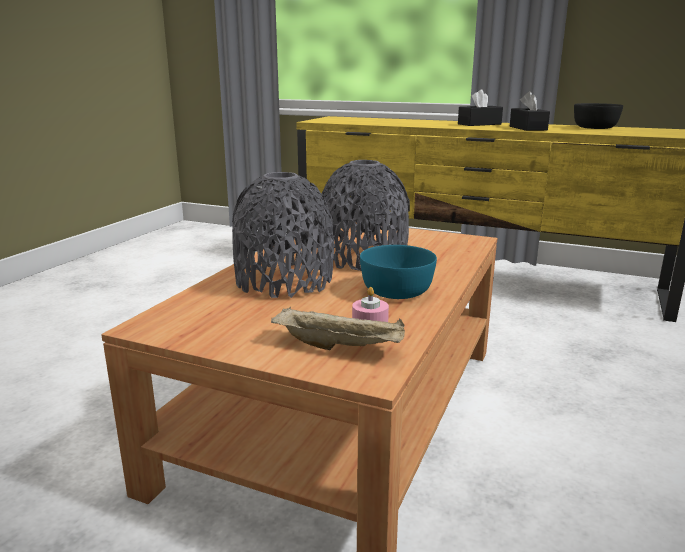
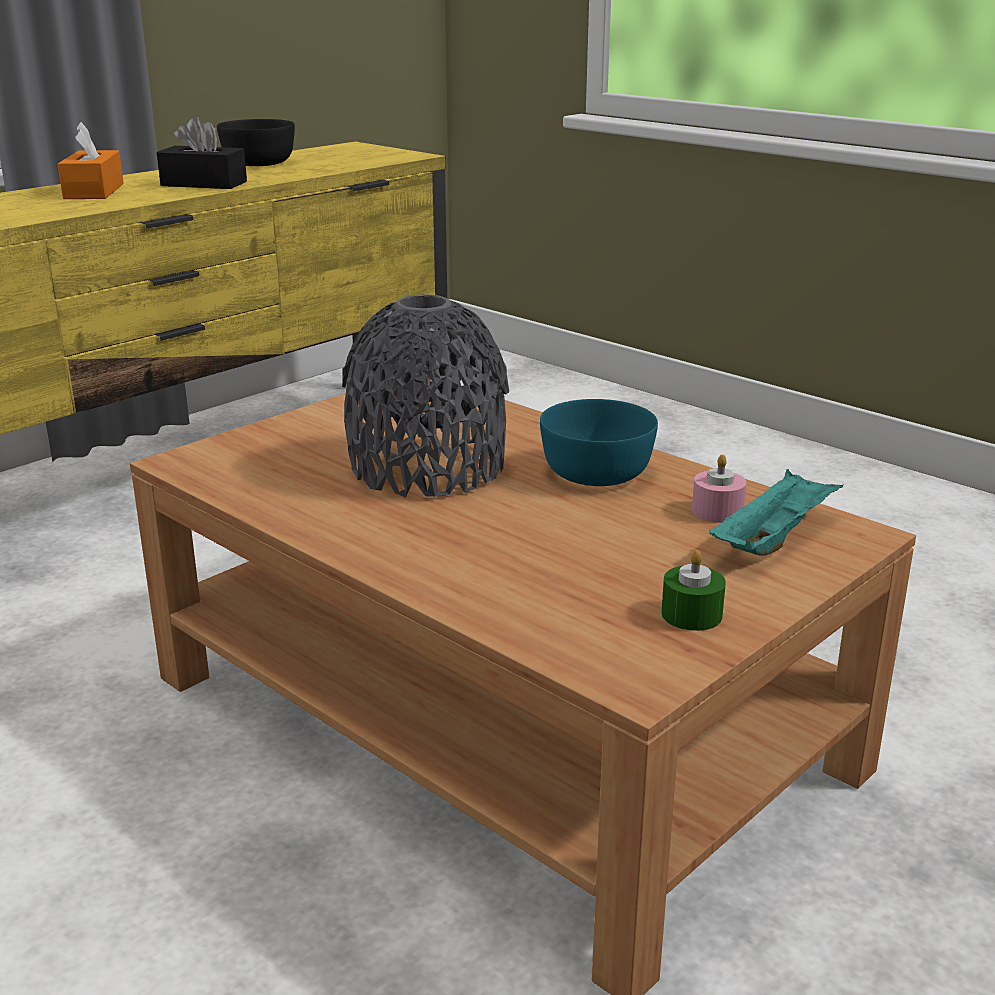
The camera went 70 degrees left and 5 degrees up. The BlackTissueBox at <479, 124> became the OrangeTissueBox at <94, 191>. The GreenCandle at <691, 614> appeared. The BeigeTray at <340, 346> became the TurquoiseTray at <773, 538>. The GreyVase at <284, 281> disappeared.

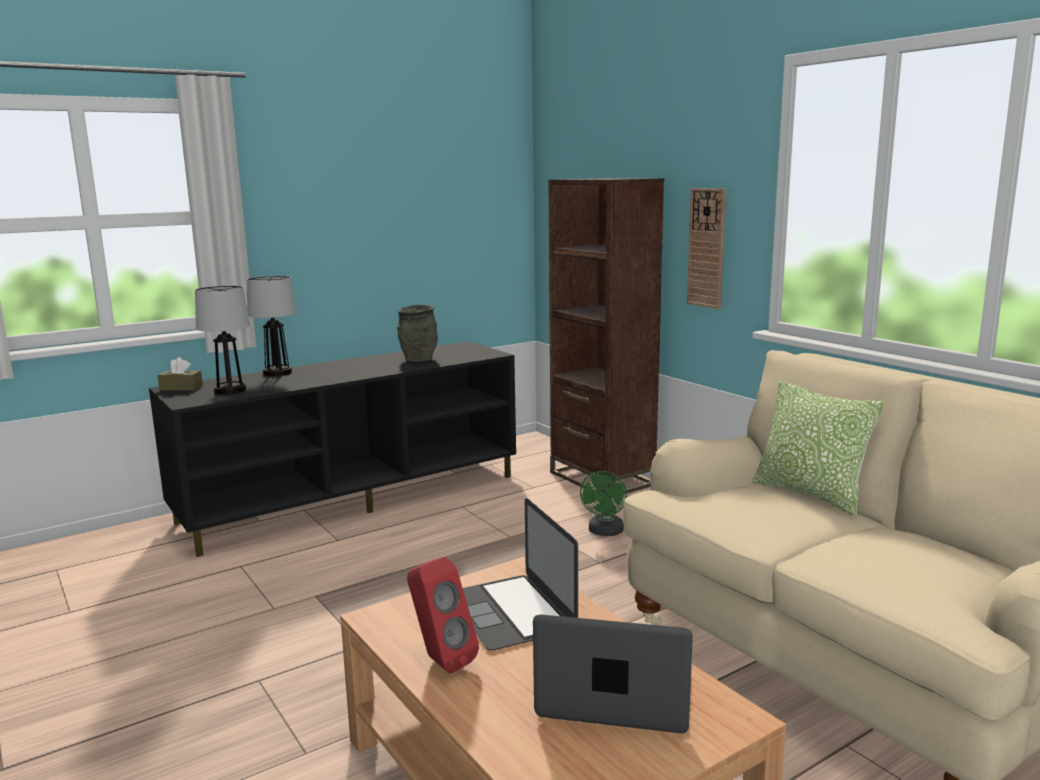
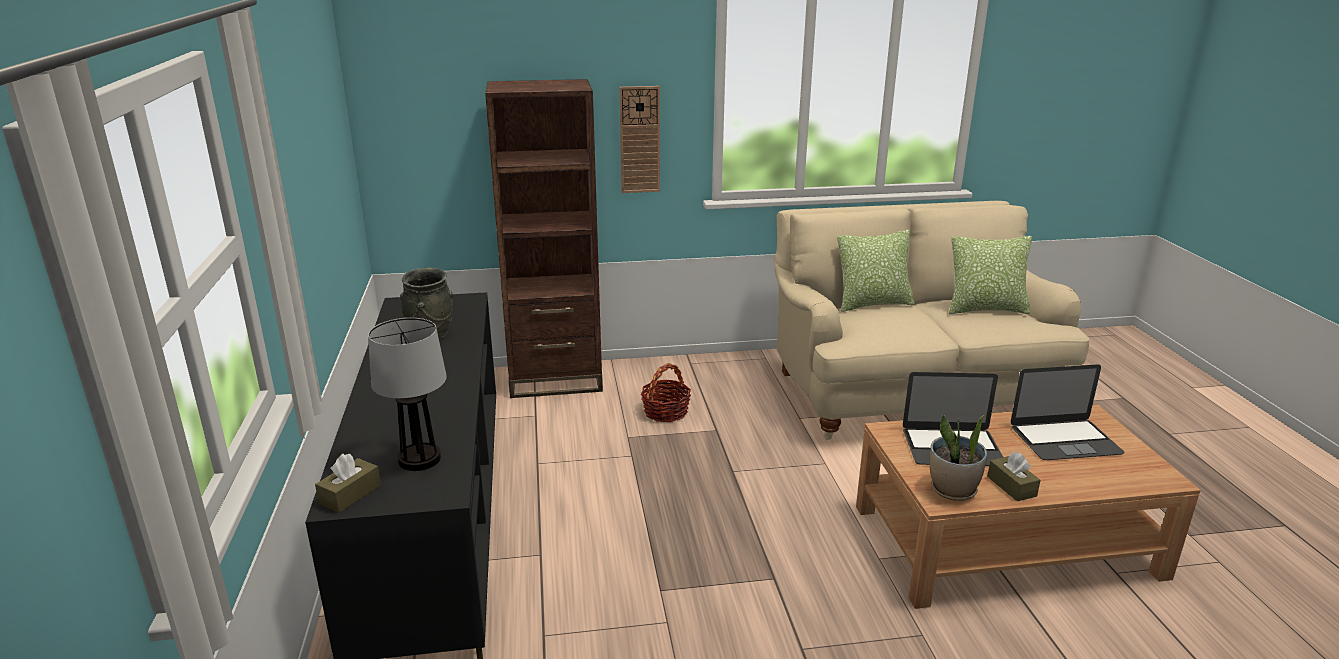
The camera went 65 degrees left and 10 degrees up. The GreenFan at <605, 532> was replaced by the Basket at <665, 412>. The PottedPlant at <952, 490> appeared. The Pillow at <985, 309> appeared. The RedSpeaker at <440, 660> was replaced by the BrownTissueBox at <1011, 486>. The Laptop at <615, 695> turned 135 degrees counterclockwise. The TableLamp at <277, 372> disappeared.

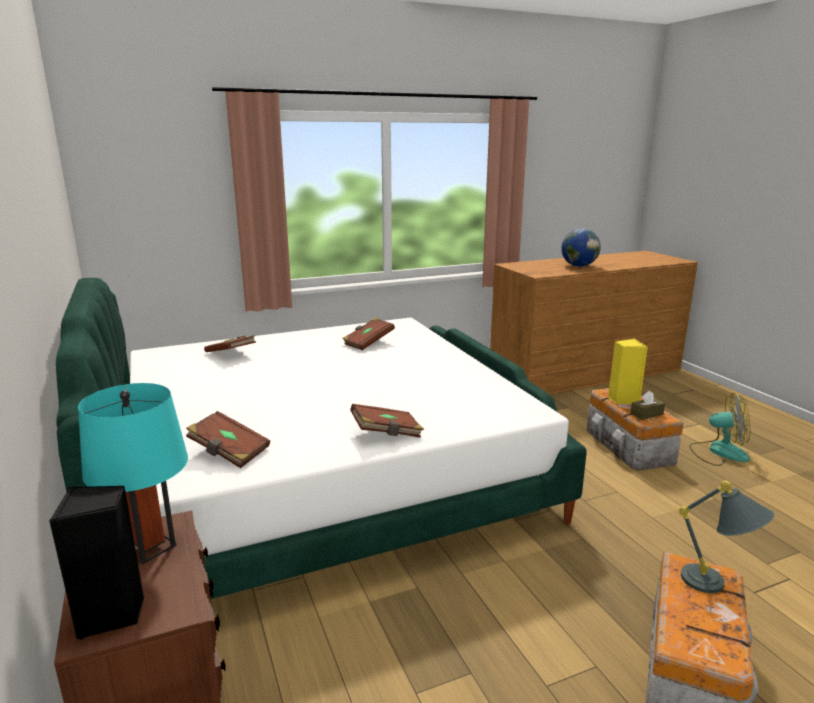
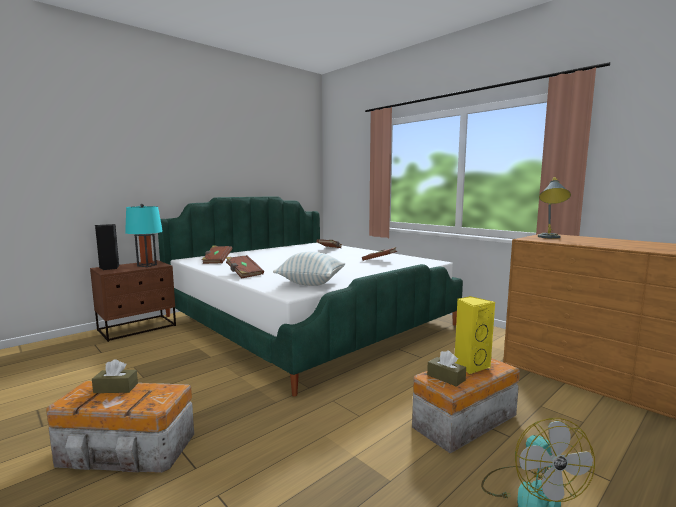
The camera went 70 degrees right and 10 degrees down. The BrownTissueBox at <116, 388> appeared. The Pillow at <311, 283> appeared. The GreyTableLamp moved from <717, 586> to <549, 238>. The Globe at <579, 266> disappeared.

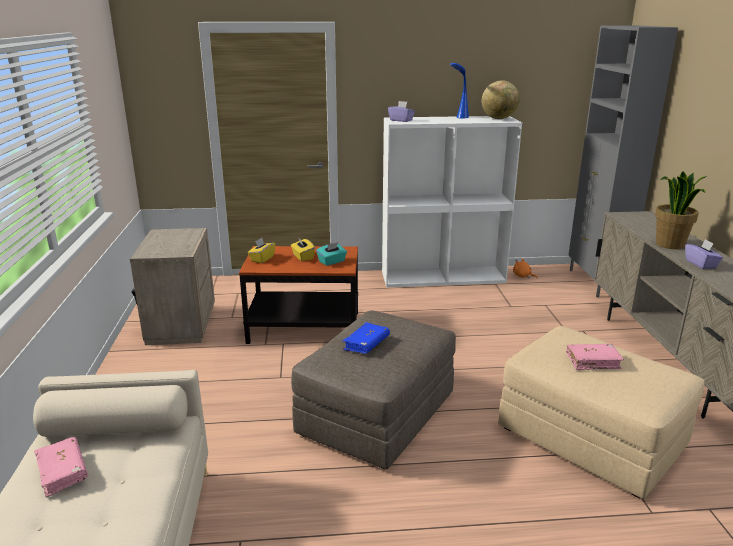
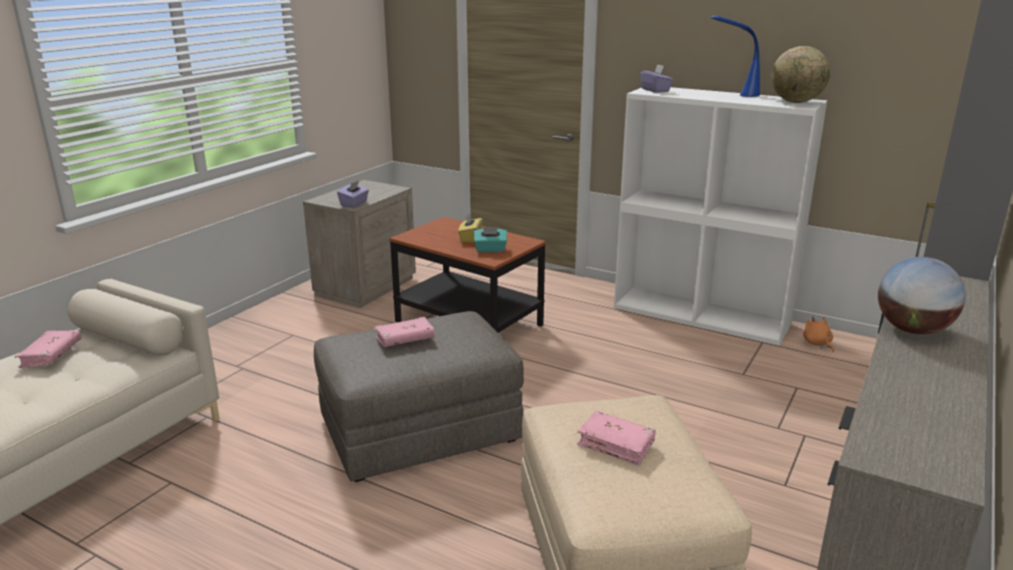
The camera went 35 degrees right and 0 degrees up. The PurpleTissueBox moved from <701, 264> to <354, 204>. The BlueBook at <366, 344> became the PinkBook at <405, 340>. The PottedPlant at <670, 244> was replaced by the Globe at <912, 330>. The YellowTissueBox at <262, 259> disappeared.

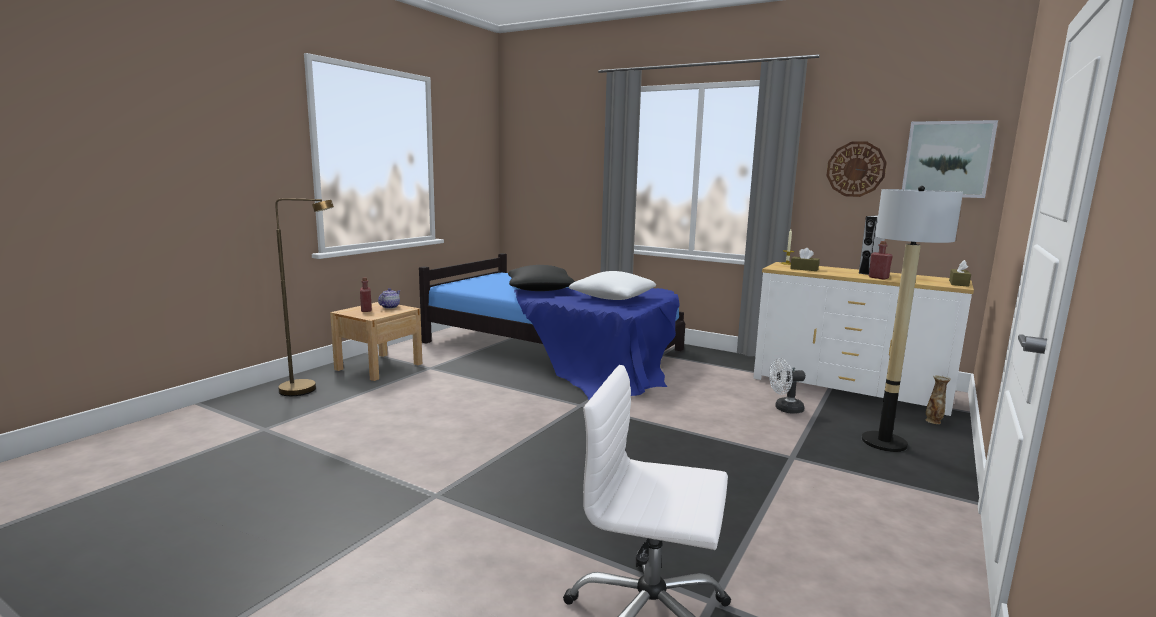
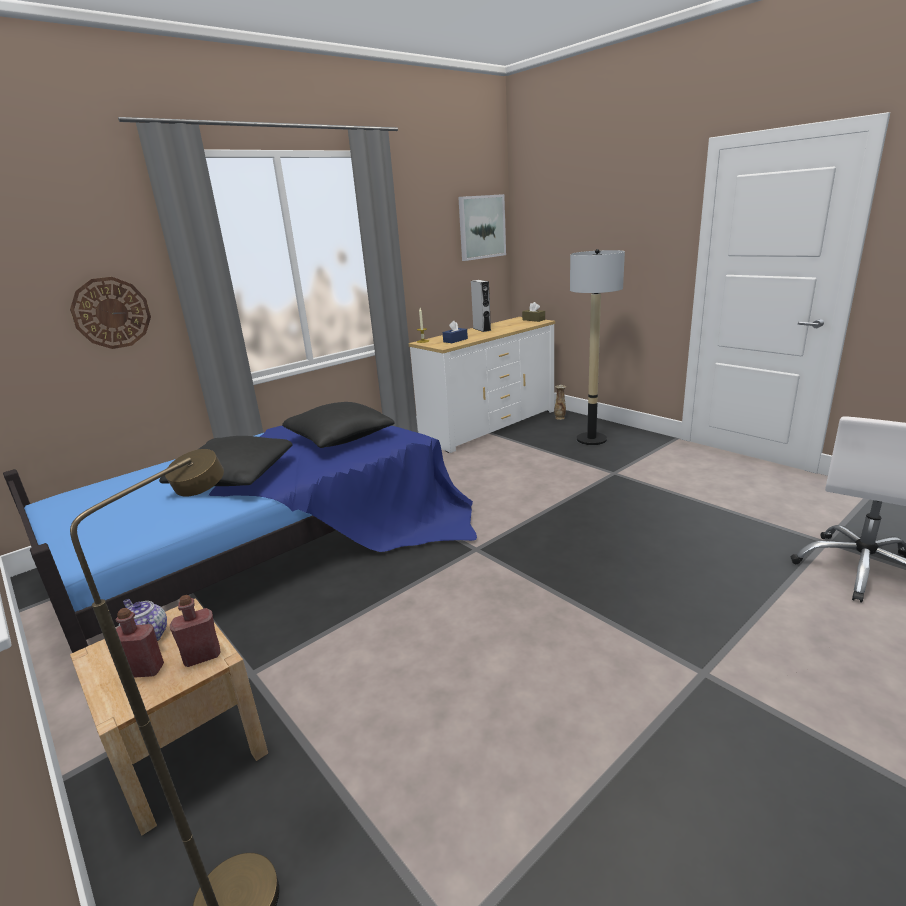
The camera went 70 degrees left and 10 degrees up. The WallClock moved from <855, 169> to <111, 313>. The RedBottle moved from <878, 278> to <202, 656>. The WhitePillow at <613, 298> became the BlackPillow at <339, 438>. The BrownTissueBox at <804, 269> became the BlueTissueBox at <455, 340>. The WhiteFan at <784, 409> disappeared.

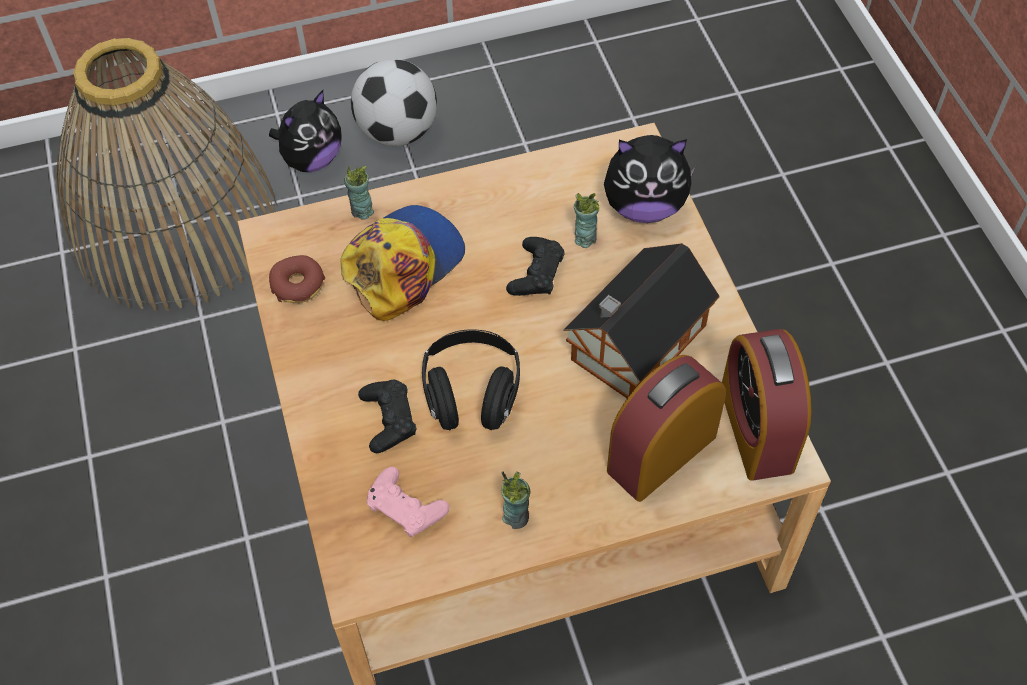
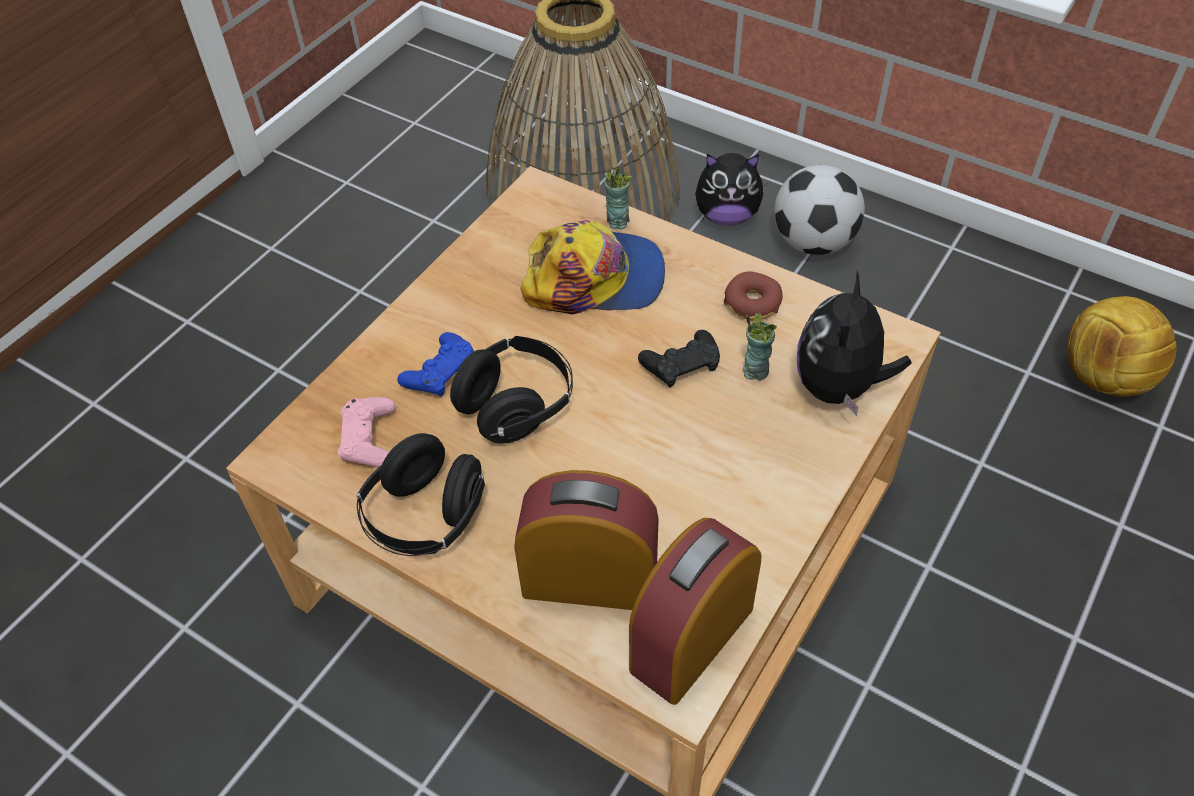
The camera went 50 degrees right and 5 degrees down. The Cup at <516, 516> was replaced by the BlackHeadphones at <426, 517>. The BlackGameController at <388, 419> became the BlueGameController at <440, 371>. The Donut moved from <298, 285> to <752, 303>. The PlushToy at <644, 206> turned 60 degrees clockwise. The Football at <1103, 376> appeared. The ToyHouse at <634, 345> disappeared.

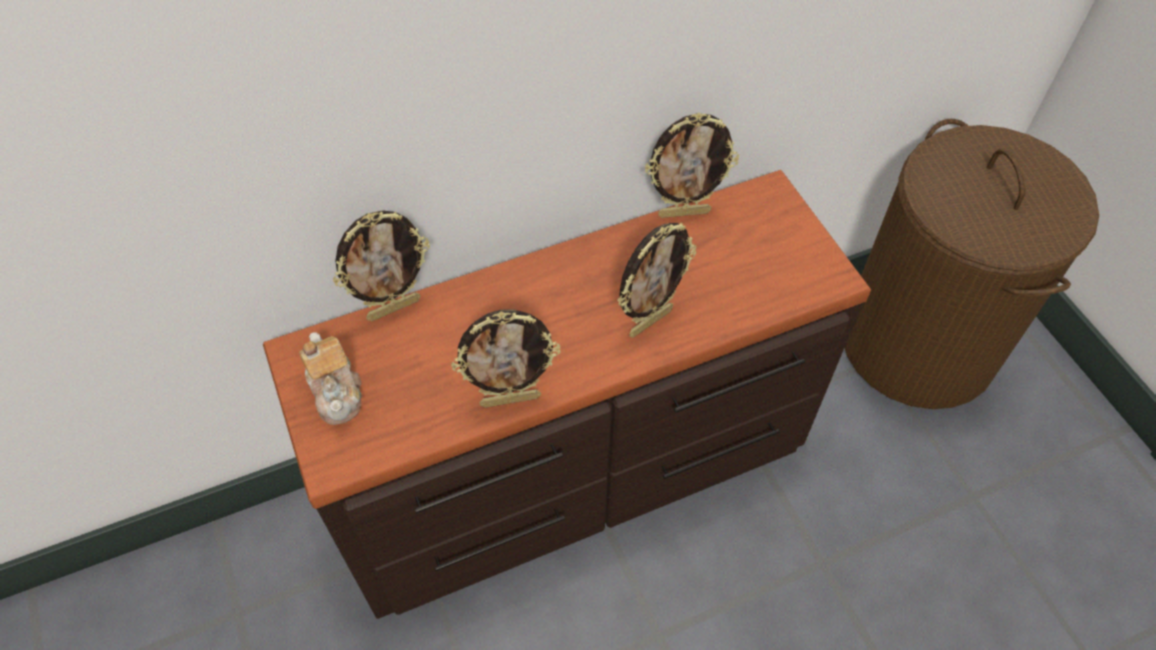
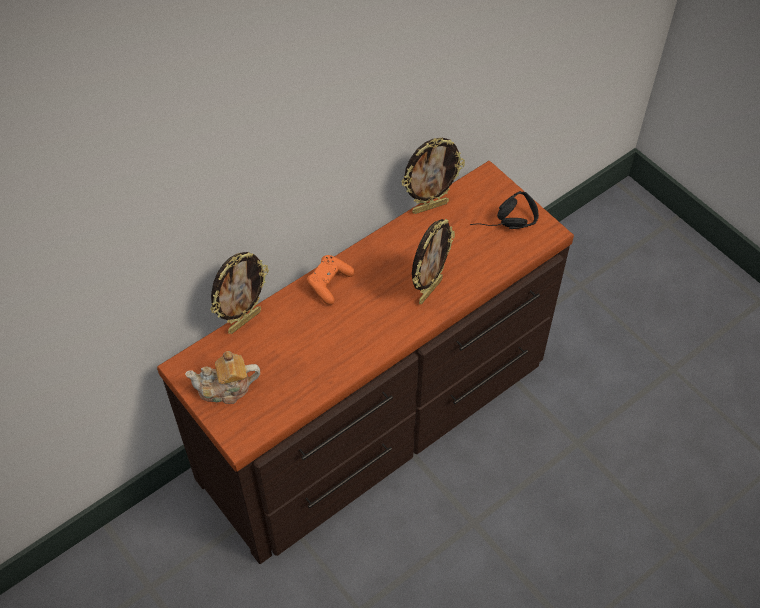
The camera went 15 degrees left and 0 degrees up. The Teapot at <337, 392> turned 120 degrees clockwise. The OrangeGameController at <329, 284> appeared. The BlackHeadphones at <505, 226> appeared. The PictureFrame at <510, 399> disappeared. The BrownLaundryBasket at <919, 344> disappeared.

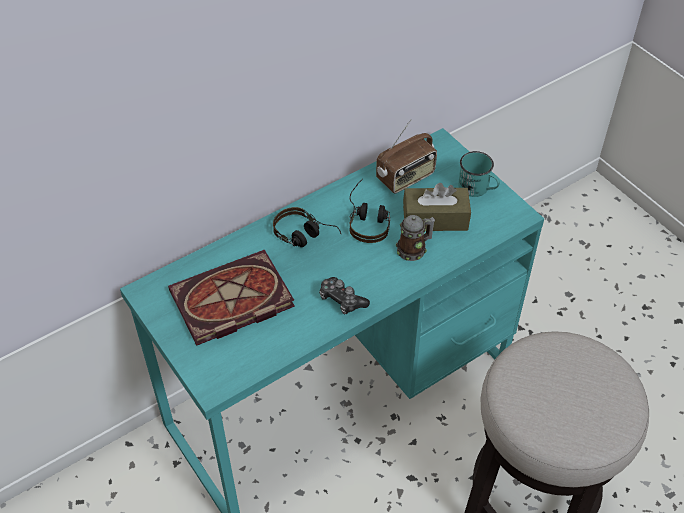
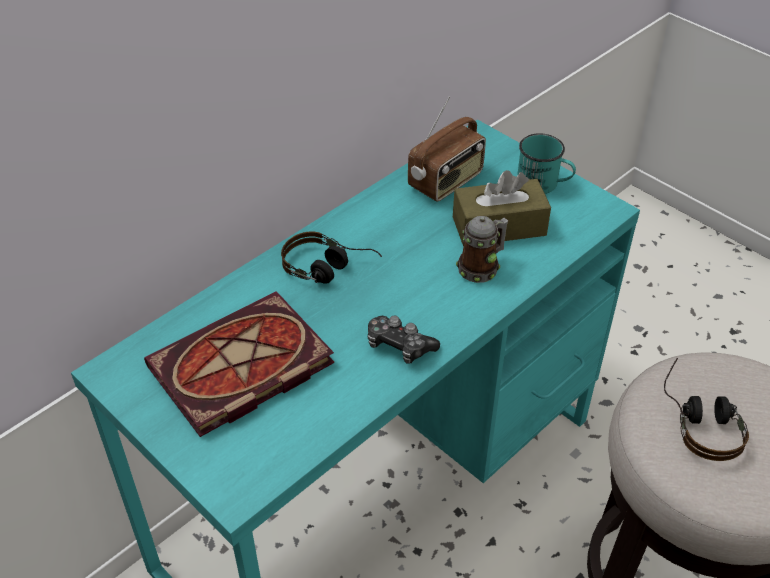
The camera went 10 degrees left and 5 degrees down. The Headphones moved from <368, 219> to <700, 420>.

